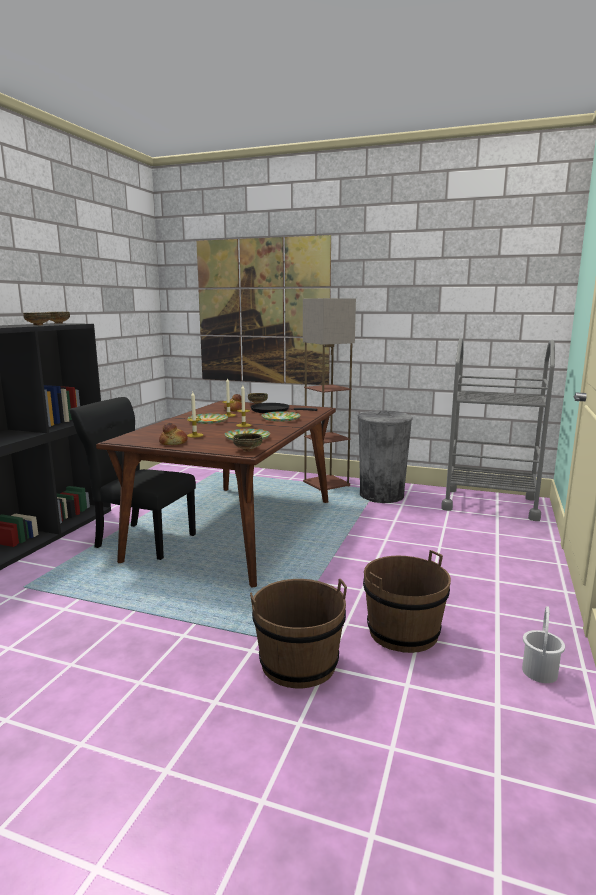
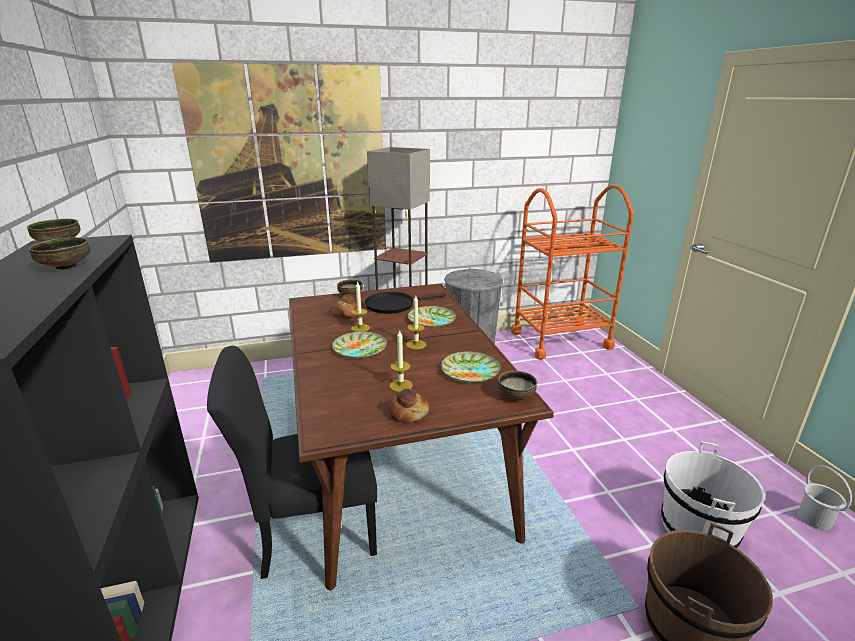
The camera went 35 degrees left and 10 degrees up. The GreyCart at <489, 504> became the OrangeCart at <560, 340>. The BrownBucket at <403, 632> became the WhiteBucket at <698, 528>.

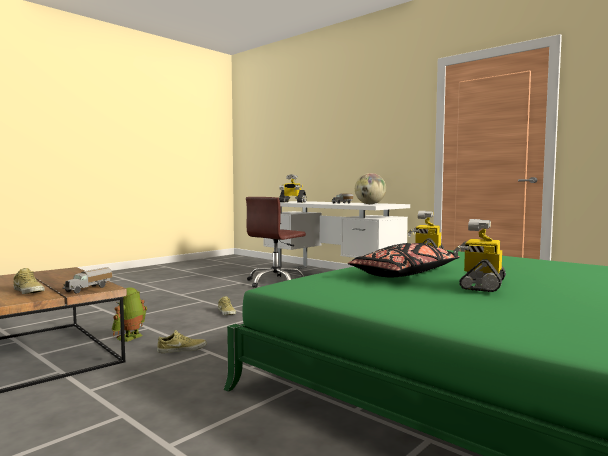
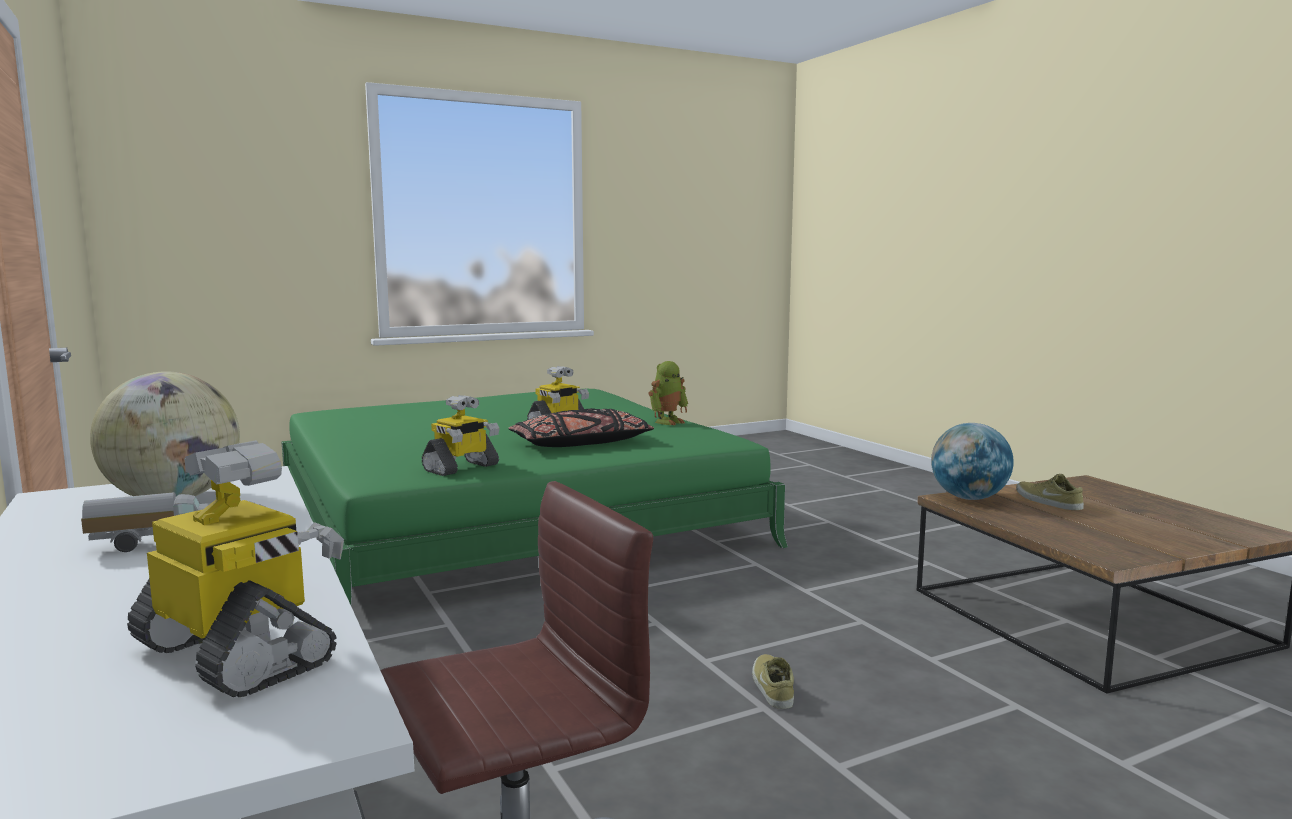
The camera went 160 degrees left and 5 degrees up. The ToyRobot moved from <130, 338> to <668, 422>. The ToyTruck at <89, 289> was replaced by the Globe at <968, 498>. The BeigeShoe at <182, 349> disappeared.

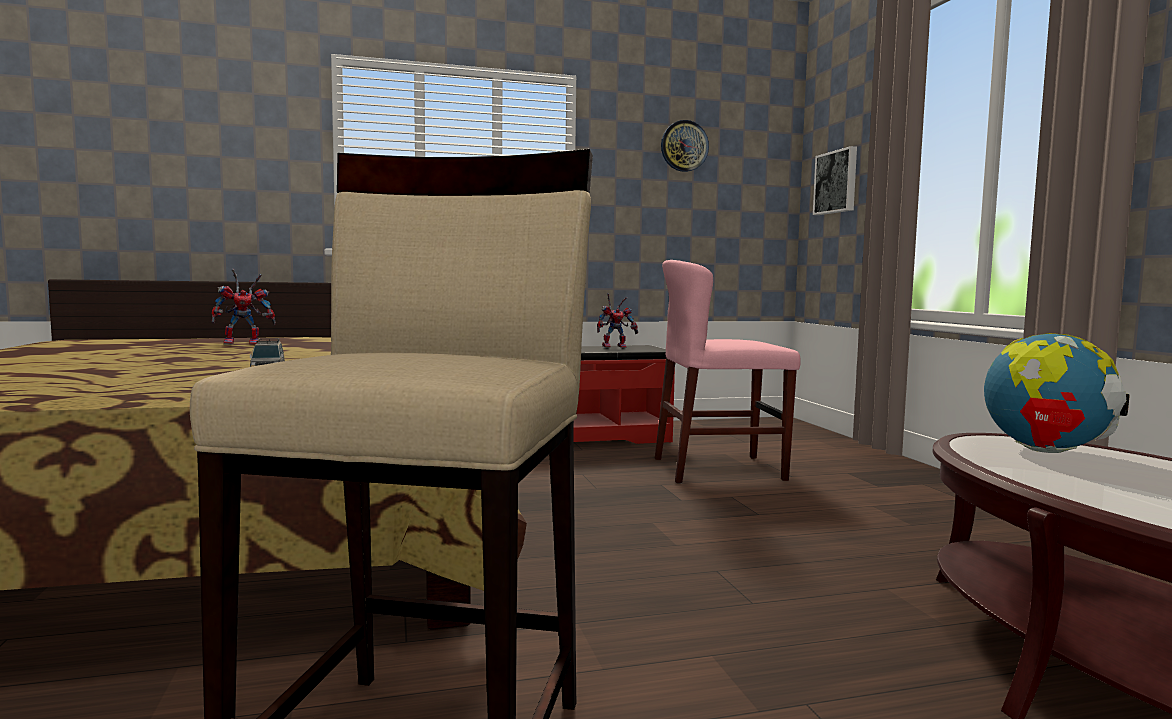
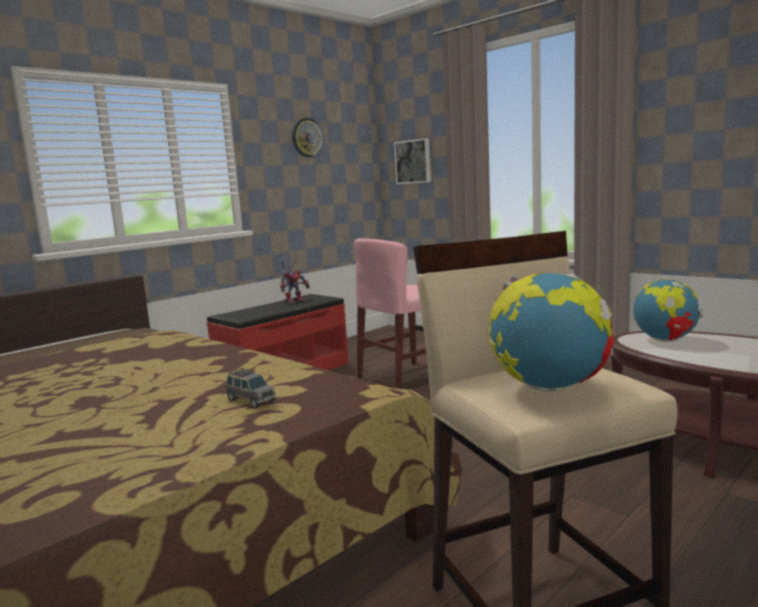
The camera went 30 degrees left and 5 degrees up. The Globe at <550, 387> appeared. The ToyRobot at <245, 343> disappeared.

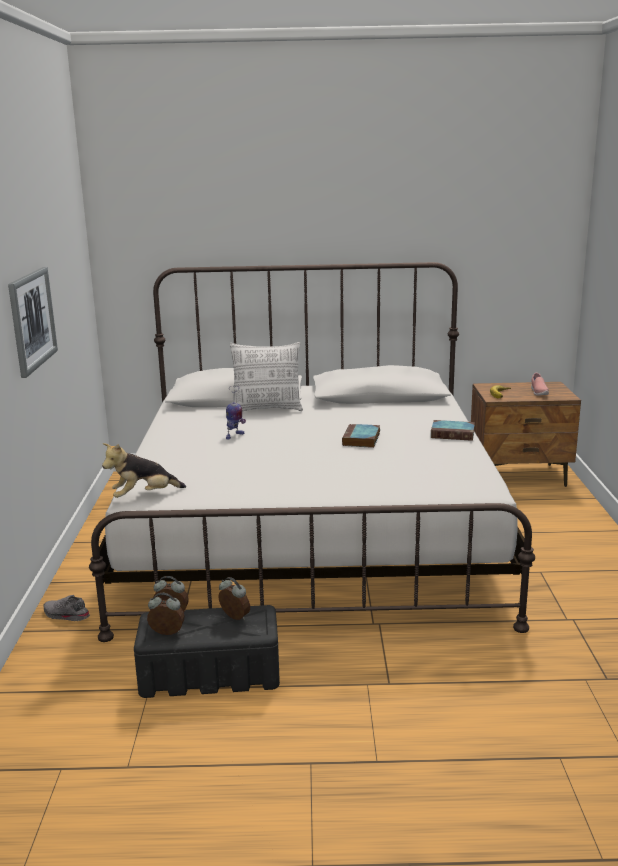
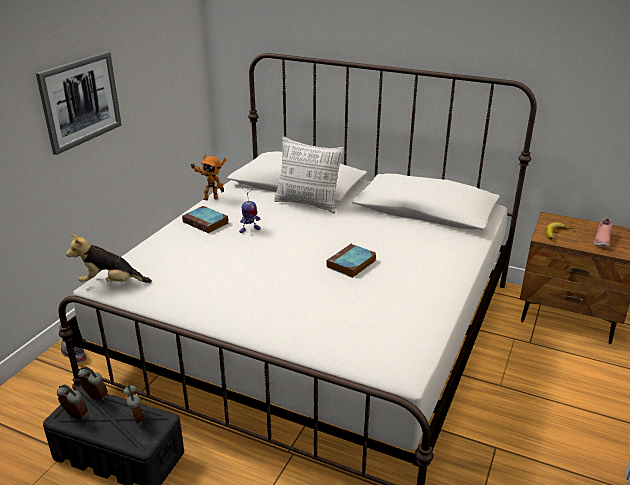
The camera went 25 degrees right and 10 degrees up. The Book moved from <453, 434> to <206, 223>. The ToyRobot at <210, 198> appeared.

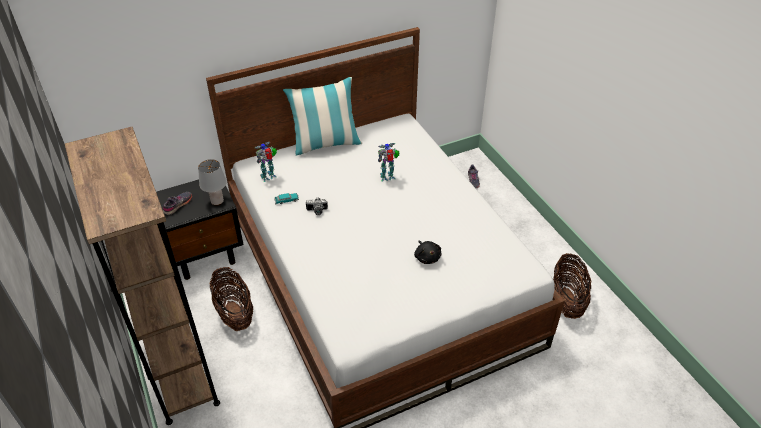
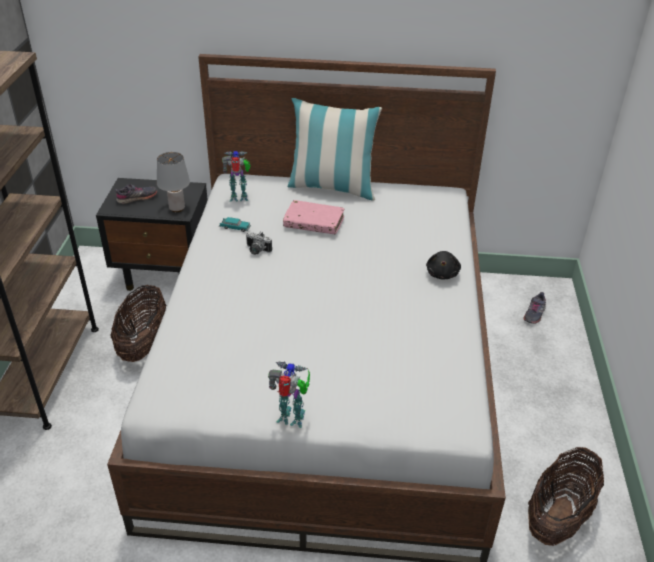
The camera went 30 degrees right and 5 degrees down. The ToyRobot moved from <388, 177> to <292, 419>. The PinkBook at <314, 223> appeared. The BlackPlushToy moved from <427, 257> to <442, 273>.

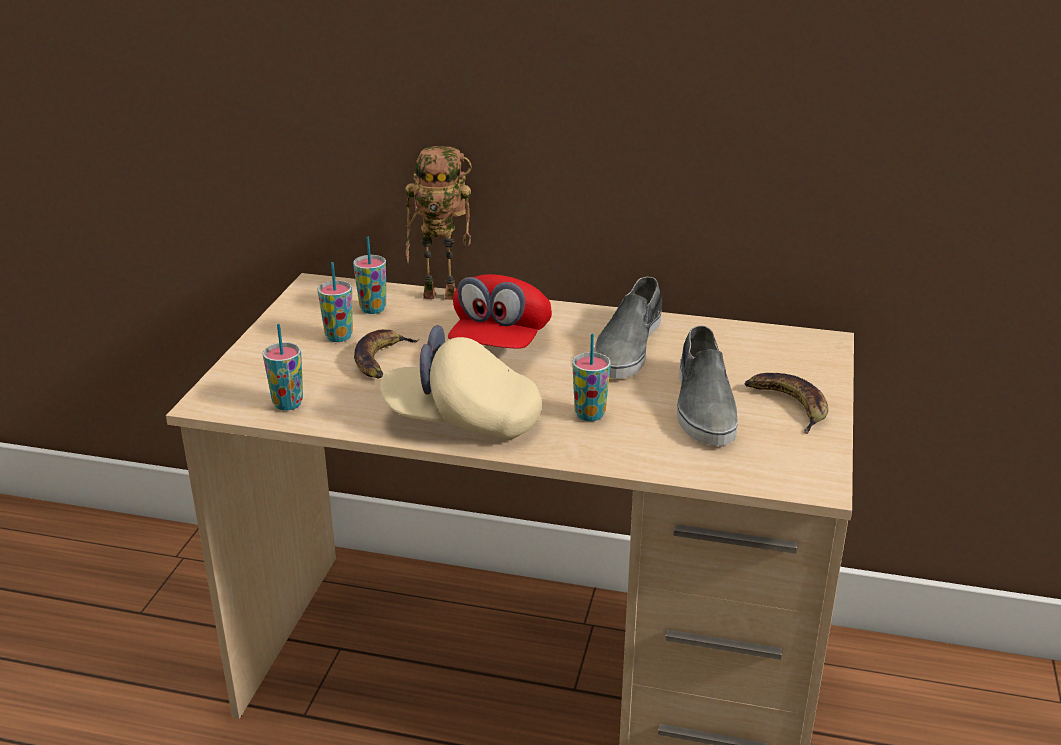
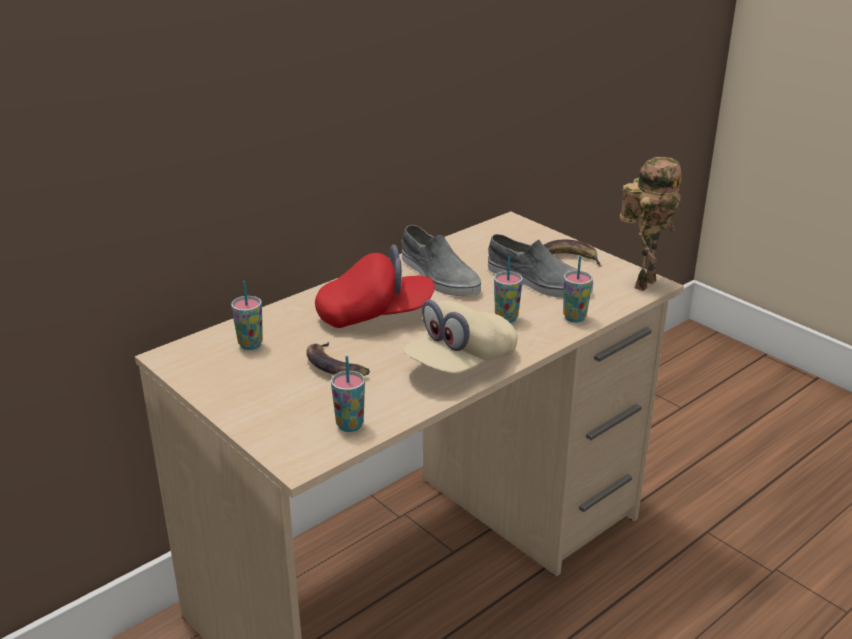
The camera went 55 degrees left and 0 degrees up. The RedCap at <500, 343> turned 60 degrees counterclockwise. The Cup moved from <339, 337> to <574, 317>. The ToyRobot moved from <443, 294> to <643, 282>.

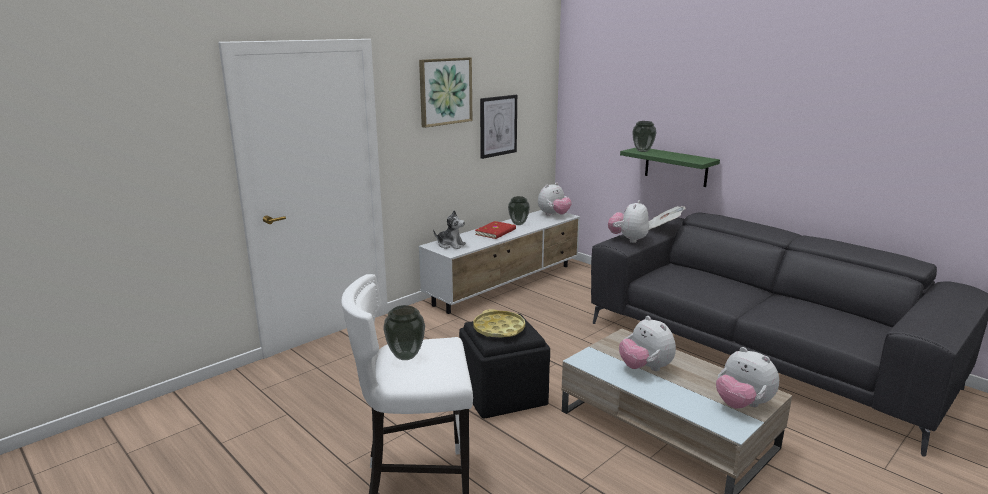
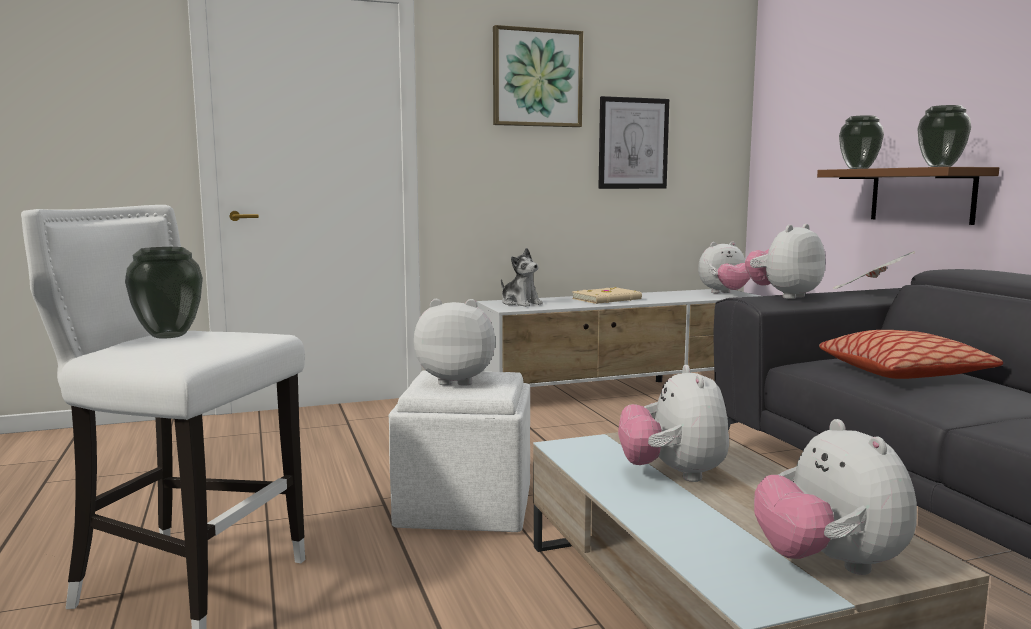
The camera went 25 degrees right and 10 degrees down. The BlackOttoman at <504, 394> became the WhiteOttoman at <466, 506>. The YellowTray at <499, 329> was replaced by the PlushToy at <456, 380>. The RedBook at <496, 232> became the BeigeBook at <607, 299>. The GreenShelf at <676, 167> became the BrownShelf at <921, 195>. The Pillow at <903, 373> appeared. The Vase moved from <518, 224> to <939, 166>.

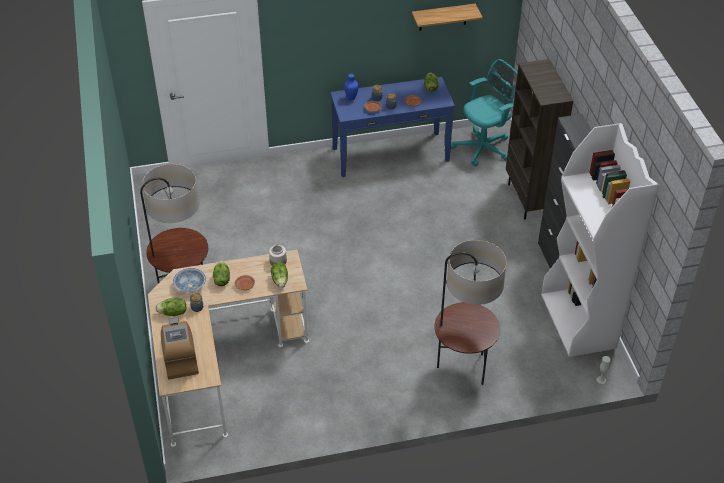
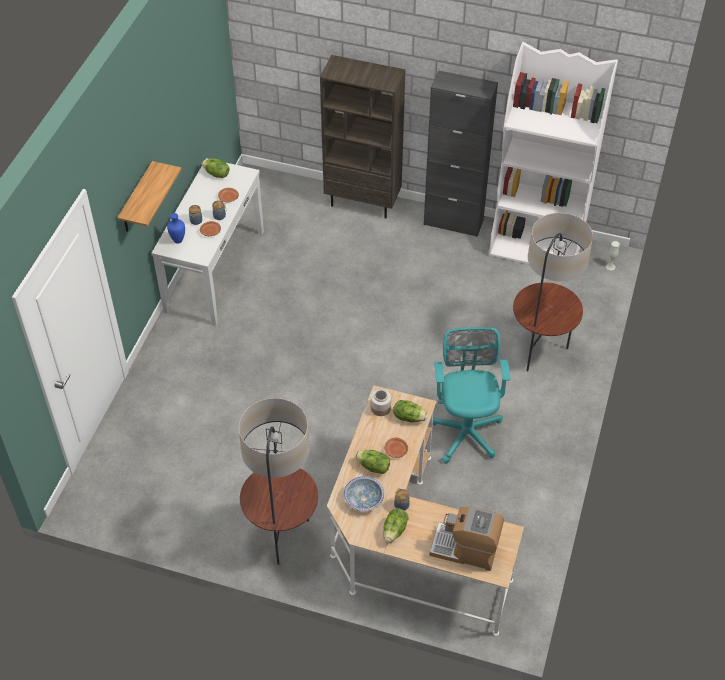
The camera went 60 degrees left and 5 degrees up. The Shelf moved from <443, 17> to <137, 199>. The BlueConsoleTable at <390, 154> became the WhiteConsoleTable at <214, 271>. The TurquoiseOfficeChair moved from <484, 148> to <466, 430>.

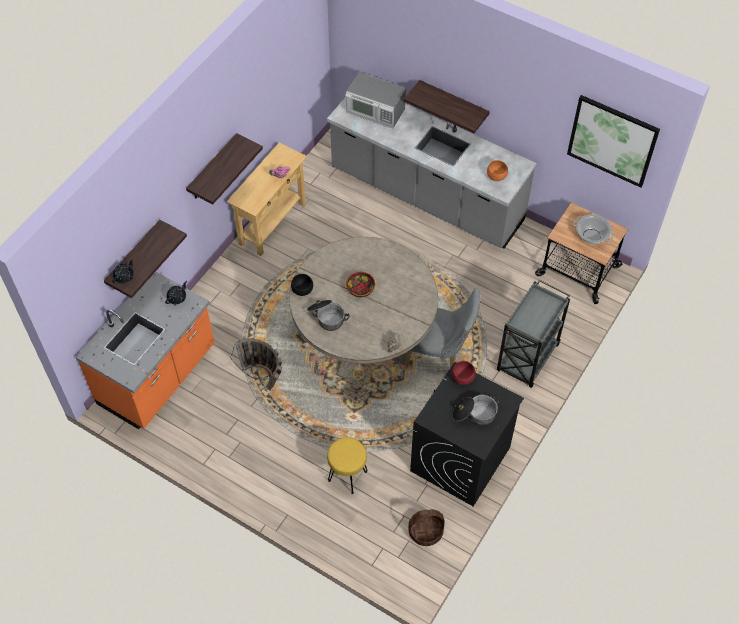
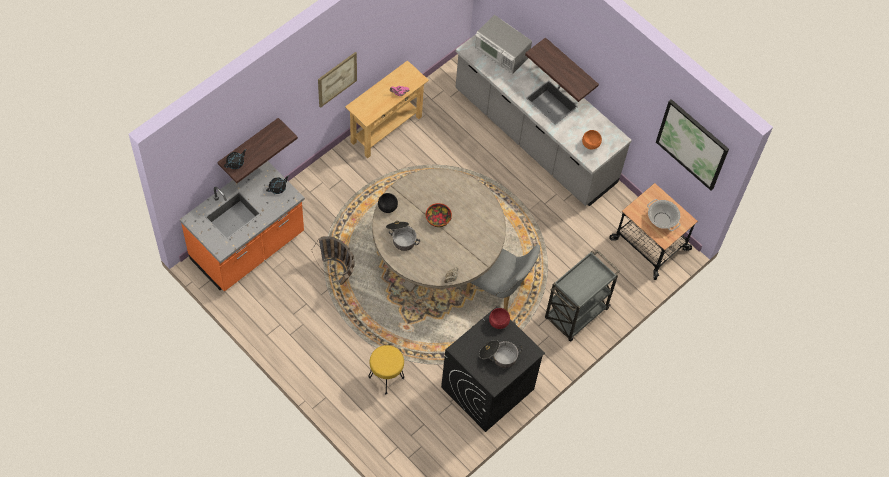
The camera went 10 degrees right and 5 degrees up. The Shelf at <213, 168> was replaced by the Picture at <337, 79>. The Basket at <425, 531> disappeared.

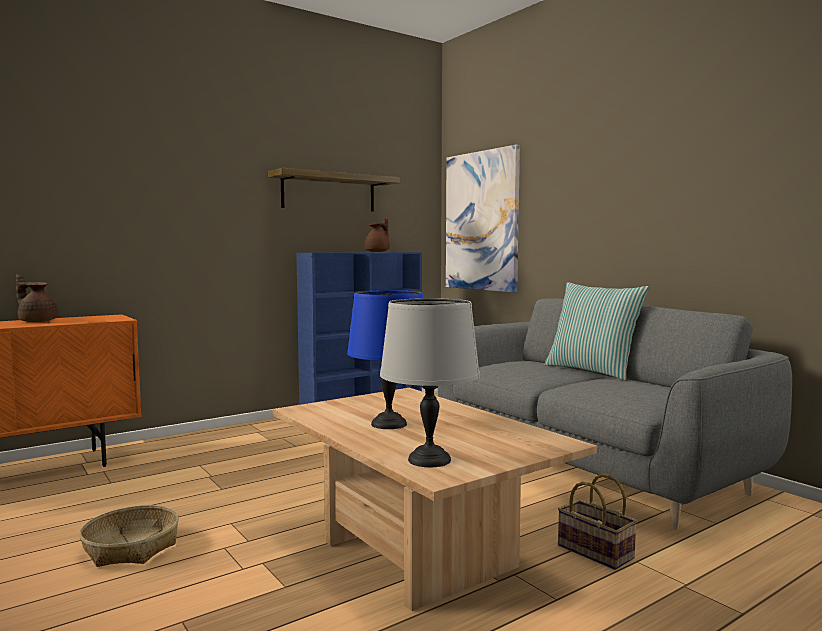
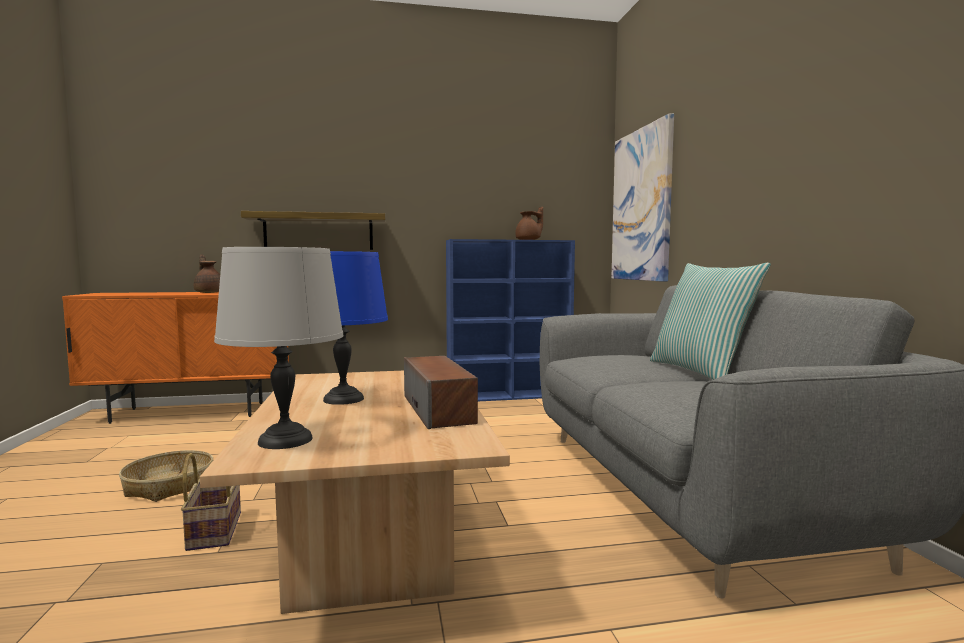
The camera went 25 degrees right and 0 degrees up. The Basket moved from <593, 552> to <213, 530>. The Shelf moved from <329, 192> to <319, 232>. The Speaker at <438, 409> appeared.

